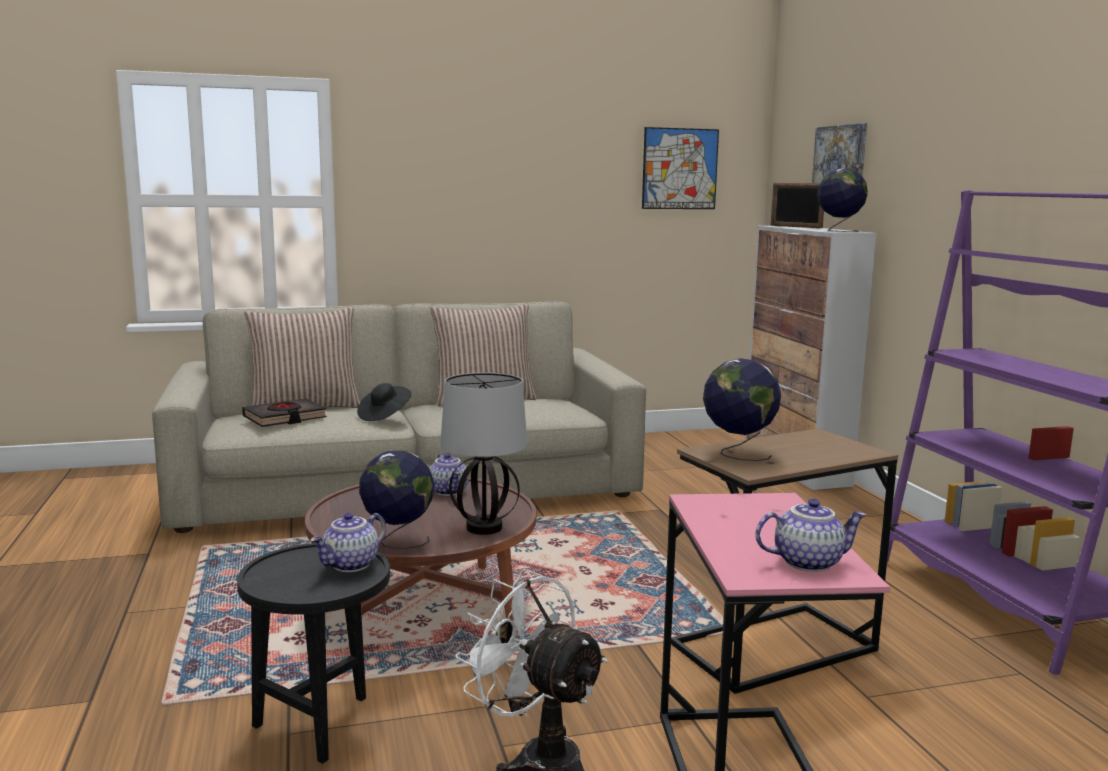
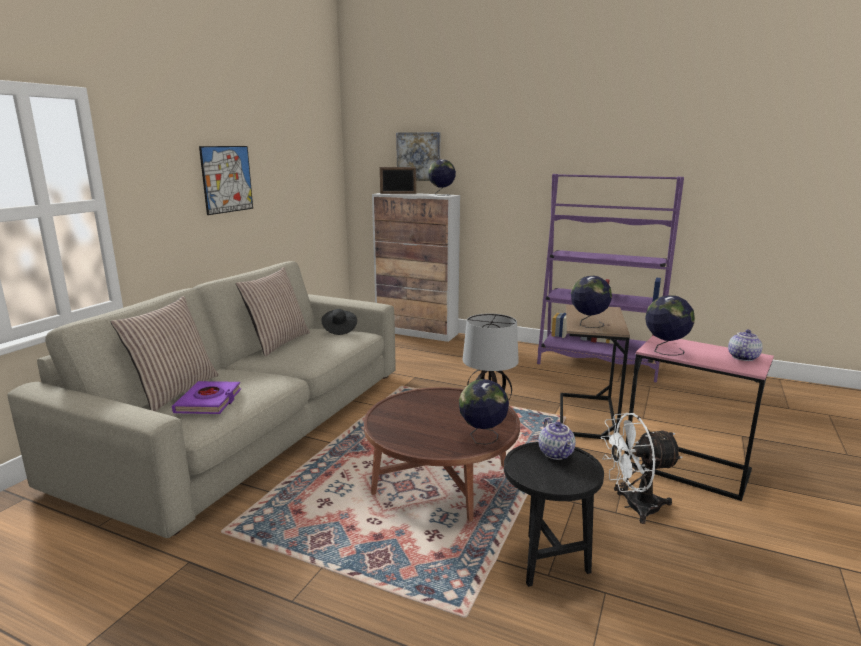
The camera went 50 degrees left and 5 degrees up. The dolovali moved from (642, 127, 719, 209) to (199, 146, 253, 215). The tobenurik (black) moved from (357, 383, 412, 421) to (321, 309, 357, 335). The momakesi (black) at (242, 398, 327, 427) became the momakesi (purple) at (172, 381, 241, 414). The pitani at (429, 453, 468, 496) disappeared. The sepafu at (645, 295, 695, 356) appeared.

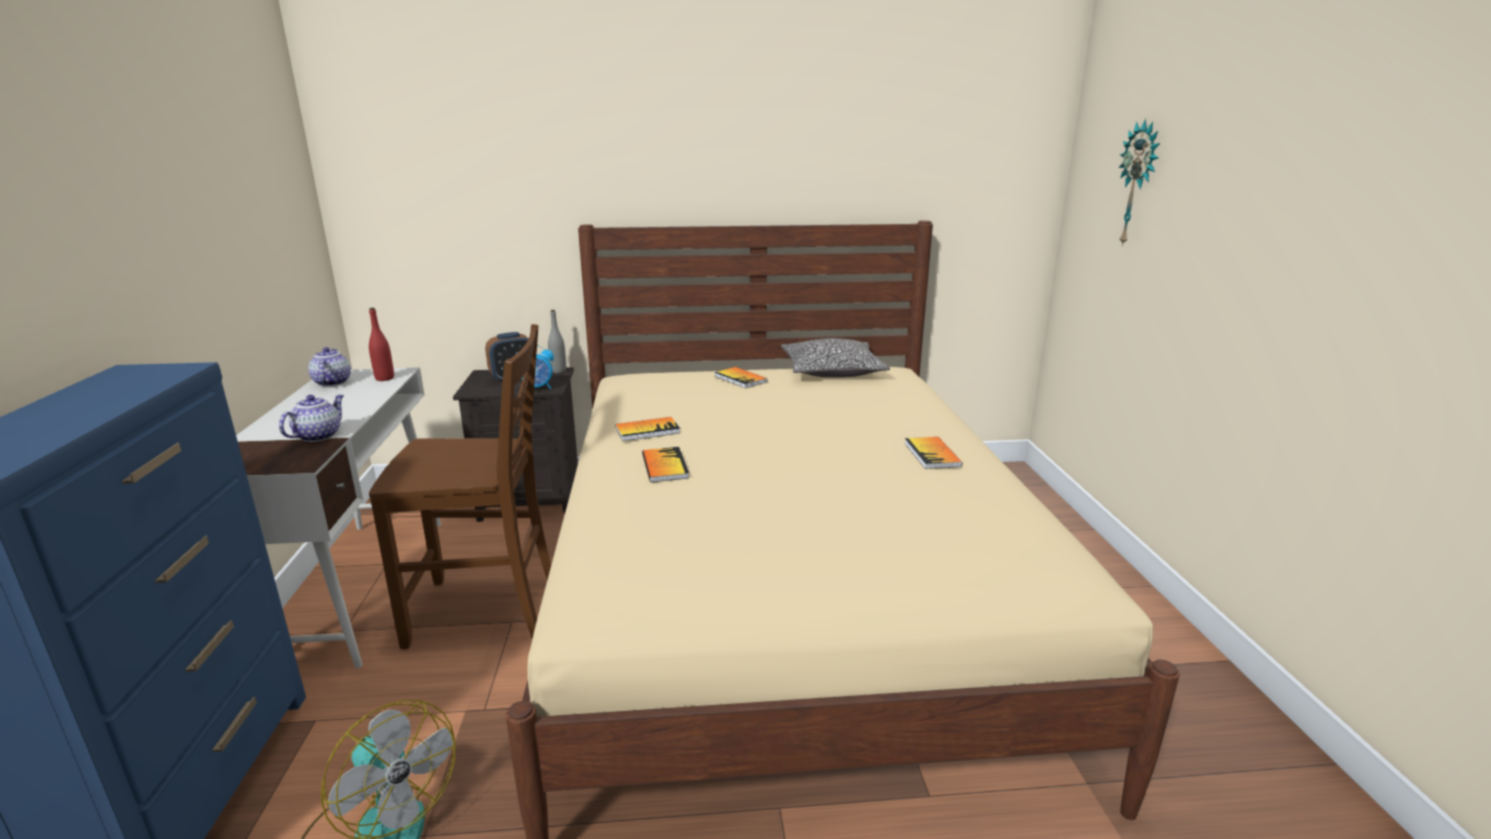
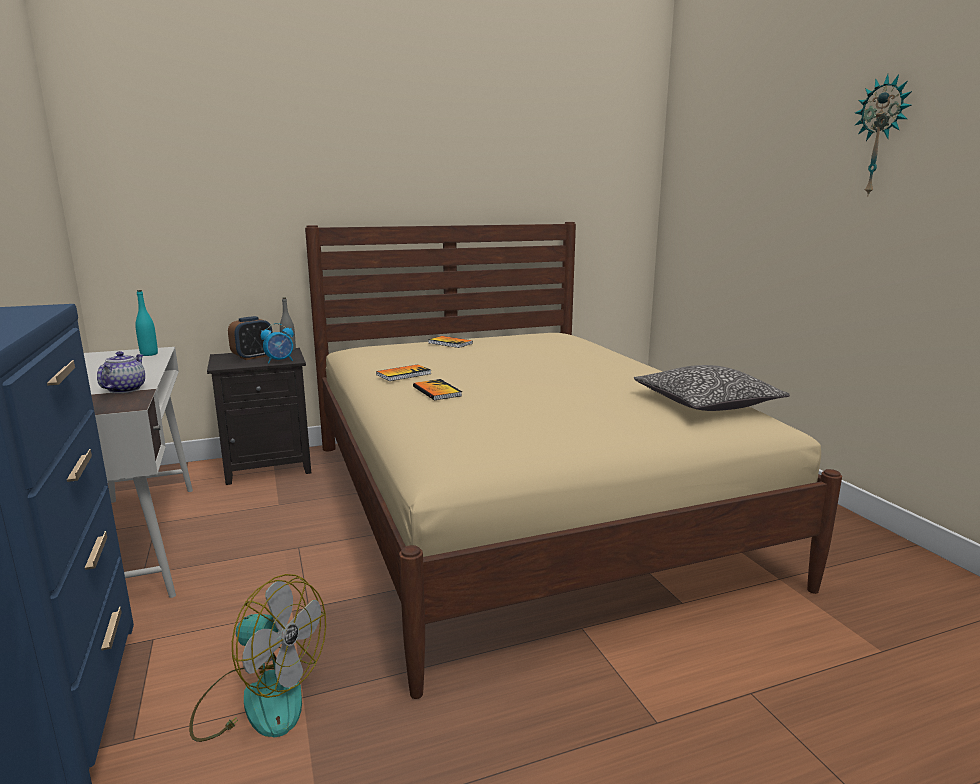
The camera went 15 degrees left and 5 degrees down. The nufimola moved from (1119, 119, 1160, 247) to (855, 74, 912, 197). The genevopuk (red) at (369, 308, 394, 381) became the genevopuk (turquoise) at (135, 290, 158, 356). The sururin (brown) at (369, 324, 551, 649) disappeared. The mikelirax moved from (781, 338, 890, 378) to (634, 365, 790, 411). The pitani at (308, 347, 351, 386) disappeared. The momakesi at (905, 437, 962, 469) disappeared.

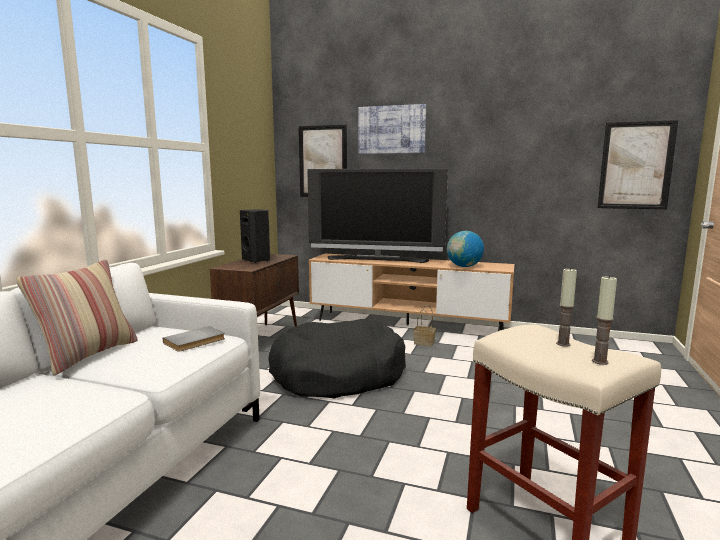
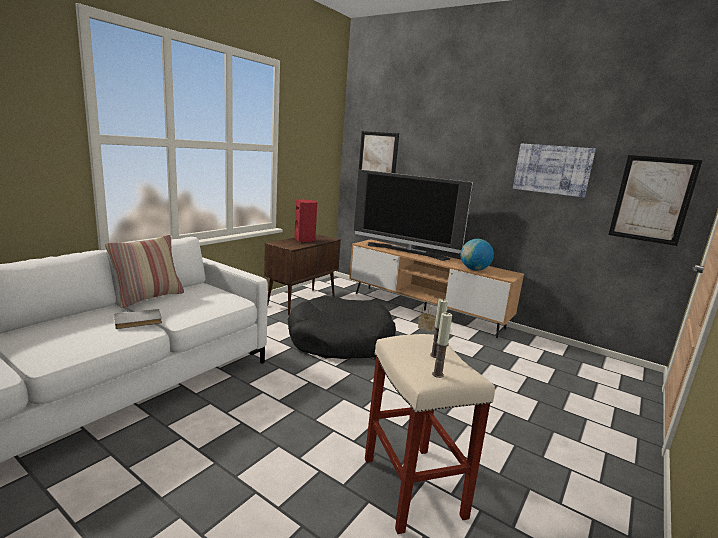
The camera went 15 degrees right and 5 degrees up. The dolovali moved from (358, 104, 426, 154) to (513, 144, 596, 197). The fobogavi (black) at (240, 209, 270, 263) became the fobogavi (red) at (294, 199, 317, 243). The momakesi (grey) moved from (163, 326, 225, 352) to (114, 309, 162, 329).

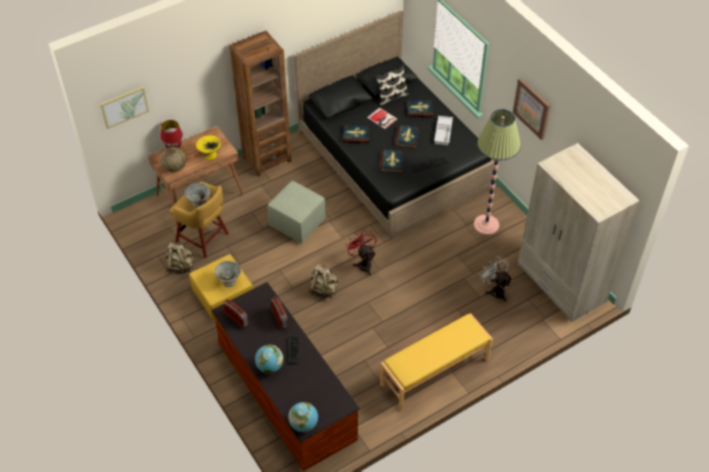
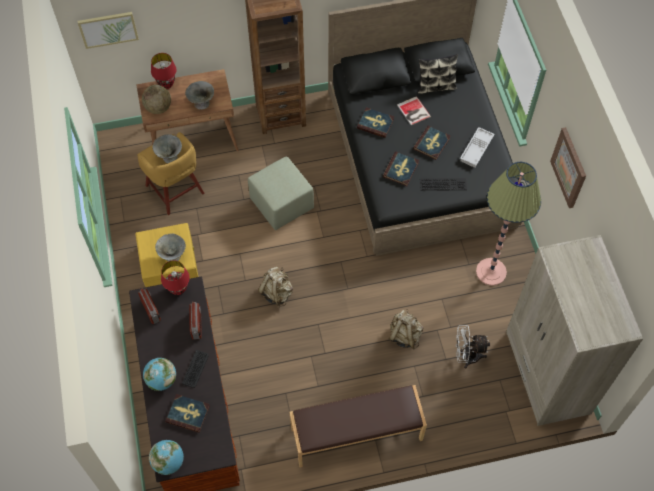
The camera went 20 degrees right and 10 degrees up. The momakesi moved from (407, 100, 434, 117) to (165, 394, 210, 433). The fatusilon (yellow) at (196, 135, 221, 160) became the fatusilon (grey) at (185, 81, 214, 110). The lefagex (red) at (346, 231, 376, 276) disappeared. The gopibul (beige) moved from (166, 242, 193, 274) to (389, 309, 423, 349). The lefagex (white) at (481, 256, 513, 302) turned 75 degrees counterclockwise. The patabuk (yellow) at (380, 313, 493, 411) became the patabuk (brown) at (290, 385, 427, 468). The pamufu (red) at (161, 260, 190, 295) appeared.

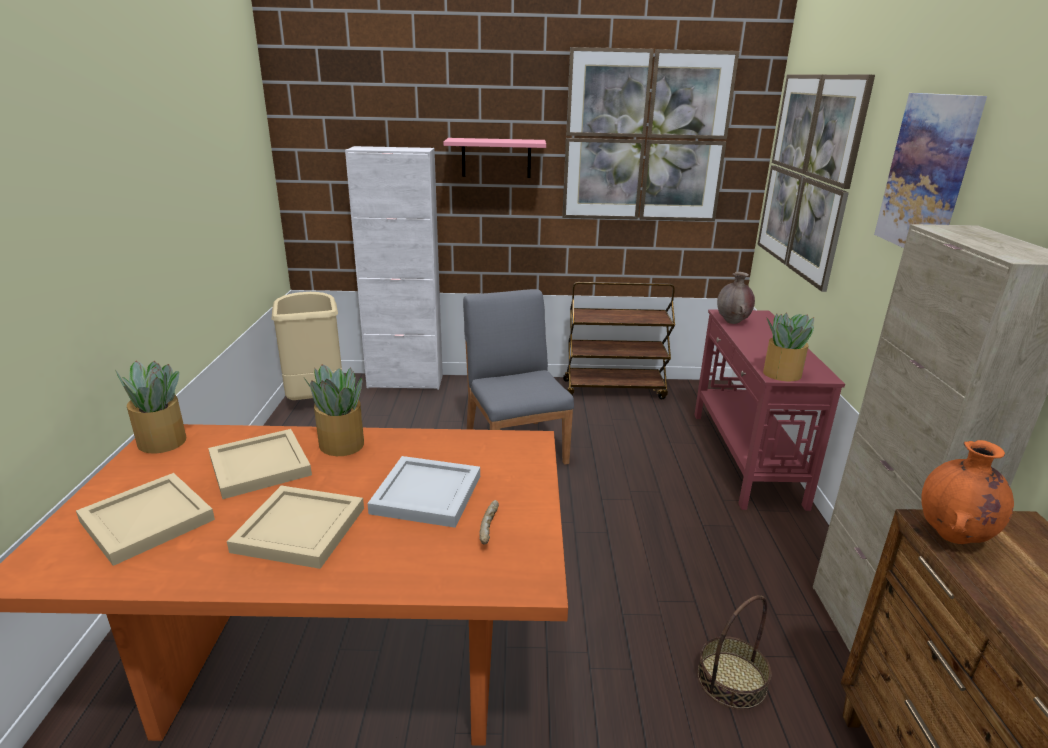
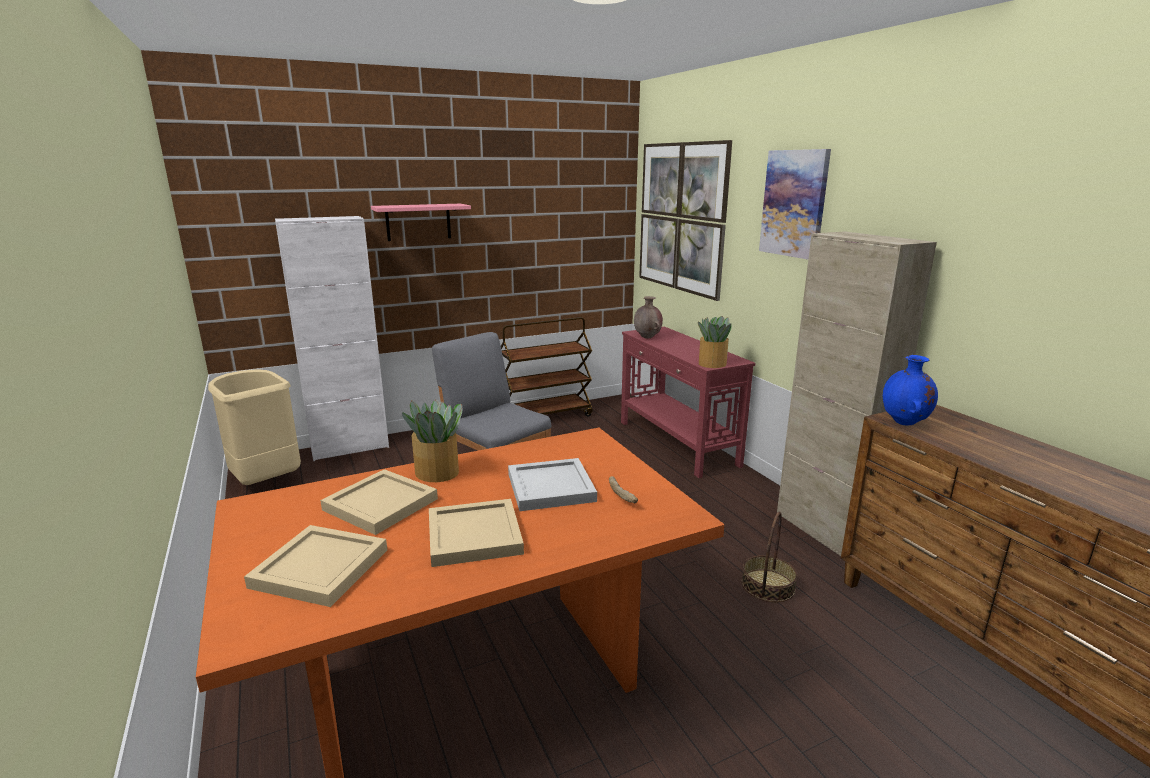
The camera went 25 degrees left and 5 degrees down. The dolovali at (562, 47, 739, 221) disappeared. The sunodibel at (115, 361, 186, 453) disappeared. The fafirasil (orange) at (921, 440, 1014, 544) became the fafirasil (blue) at (883, 355, 938, 425).

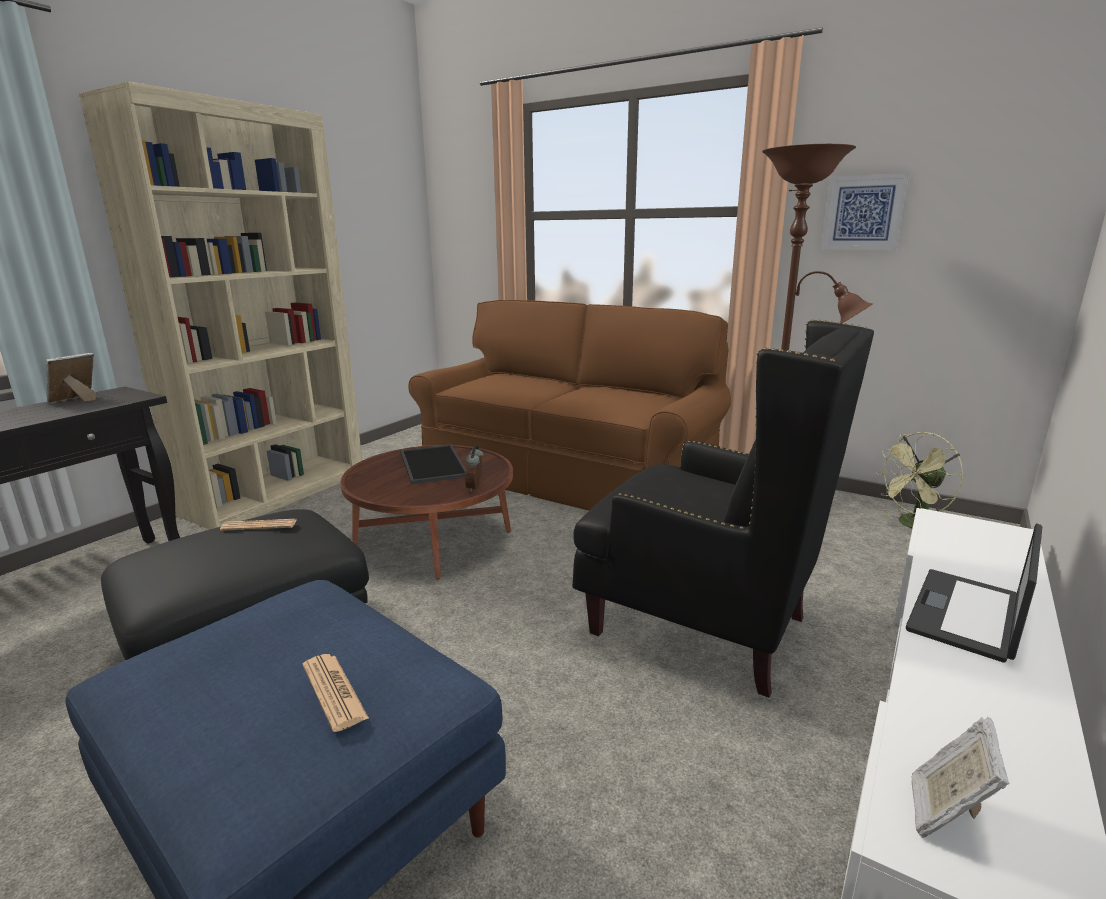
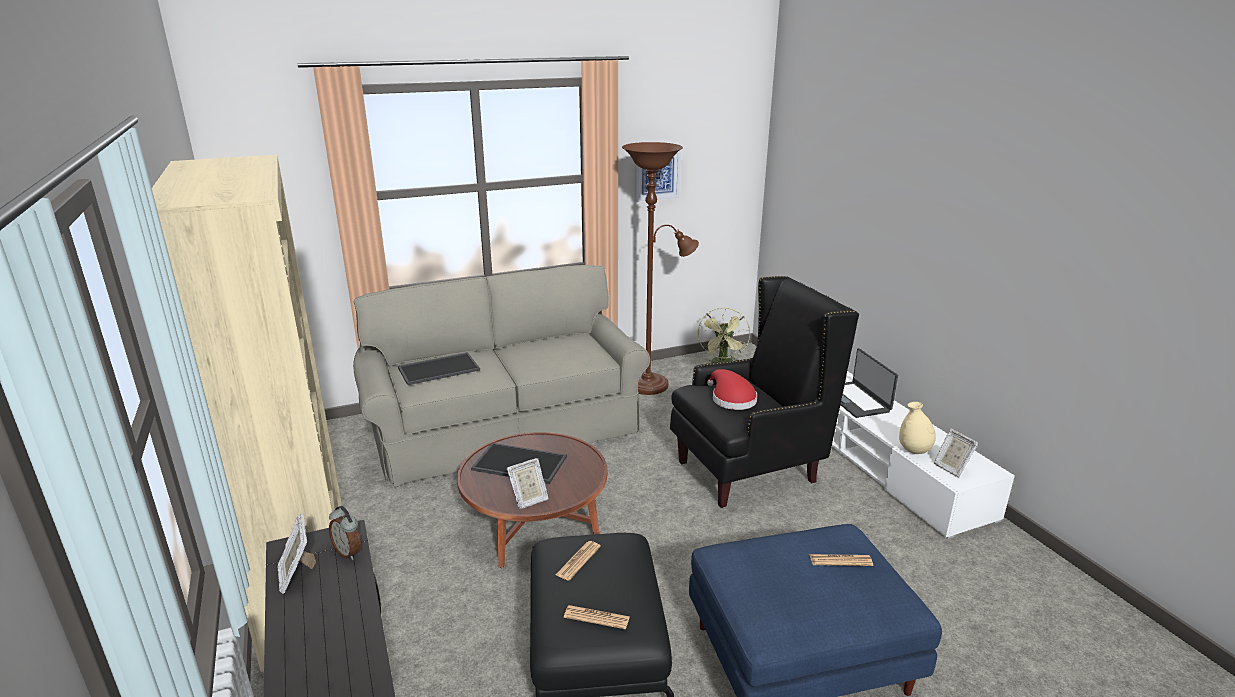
The camera went 55 degrees left and 5 degrees up. The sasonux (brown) at (408, 300, 731, 510) became the sasonux (grey) at (353, 265, 650, 487). The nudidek moved from (465, 445, 484, 492) to (329, 506, 361, 560). The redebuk at (398, 352, 480, 385) appeared. The tobenurik (red) at (707, 369, 757, 410) appeared. The fafirasil (beige) at (899, 402, 936, 454) appeared. The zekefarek at (507, 458, 549, 509) appeared. The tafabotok at (564, 605, 630, 629) appeared.

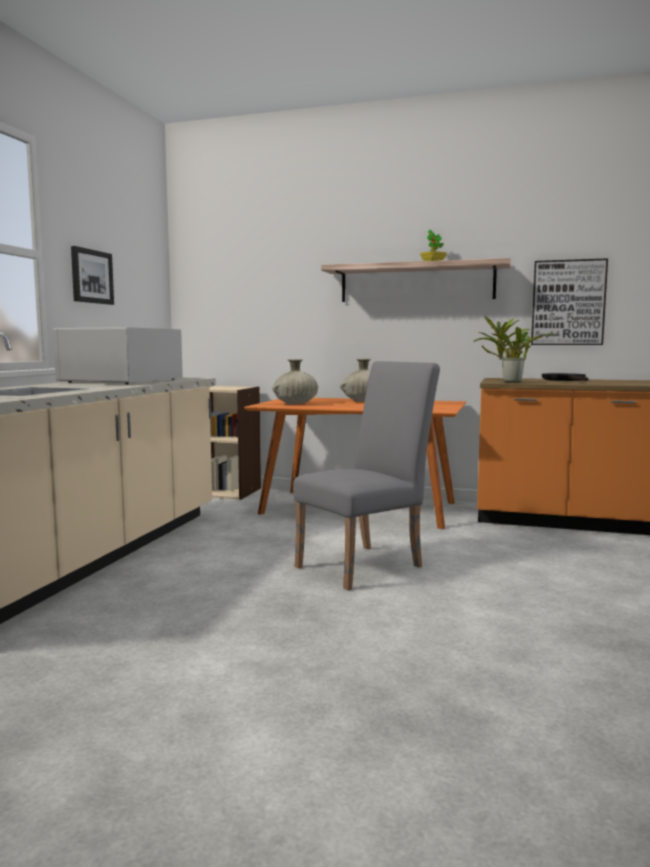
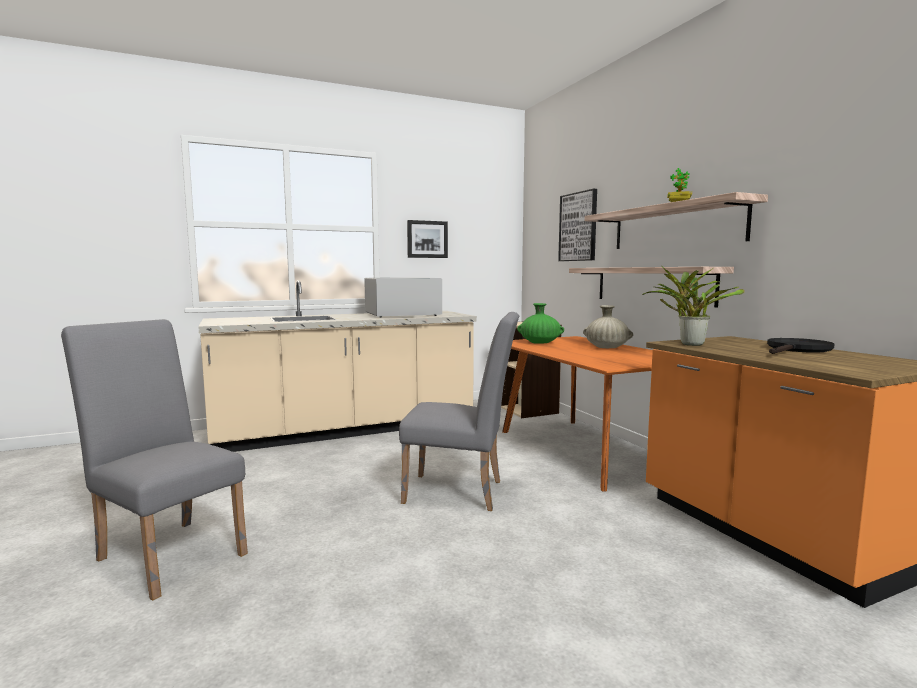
The camera went 50 degrees right and 0 degrees up. The dolovali moved from (531, 258, 608, 345) to (558, 189, 597, 261). The fafirasil (beige) at (272, 359, 318, 404) became the fafirasil (green) at (517, 303, 564, 344). The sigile at (569, 267, 734, 307) appeared. The sururin (grey) at (61, 319, 248, 601) appeared.

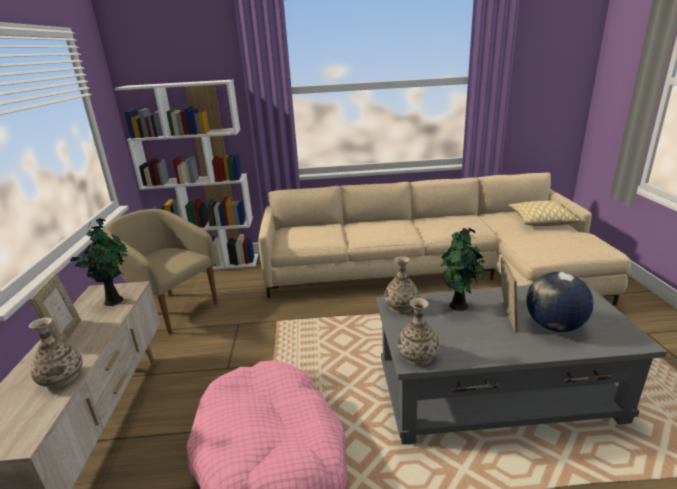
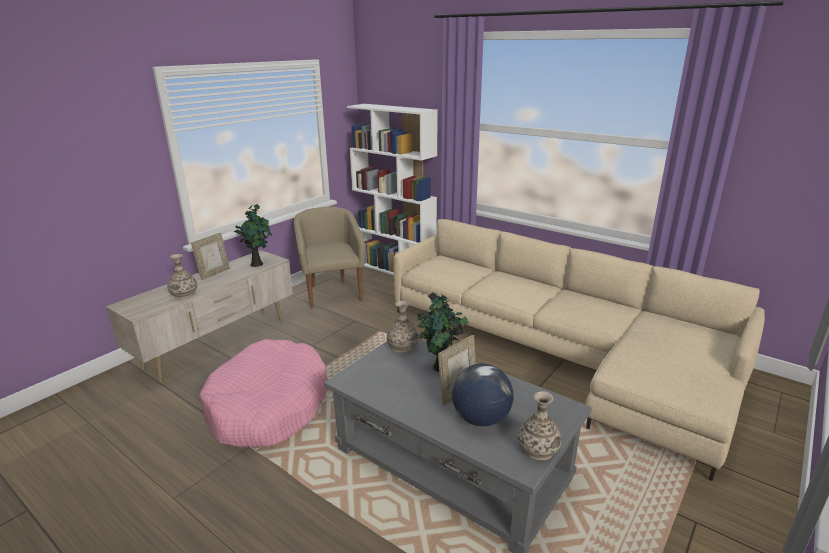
The camera went 40 degrees right and 0 degrees up. The mikelirax at (509, 201, 580, 226) disappeared. The fafirasil moved from (397, 298, 439, 365) to (517, 391, 562, 460).

